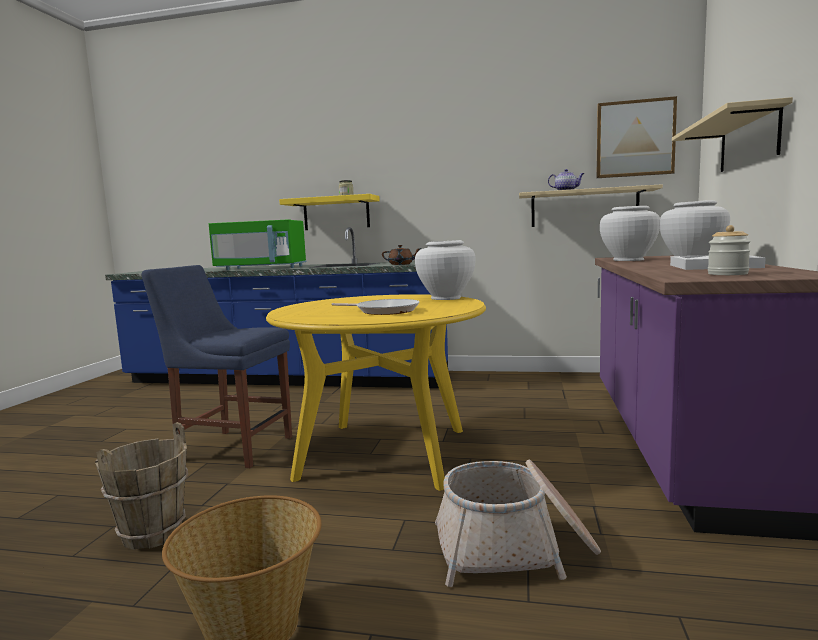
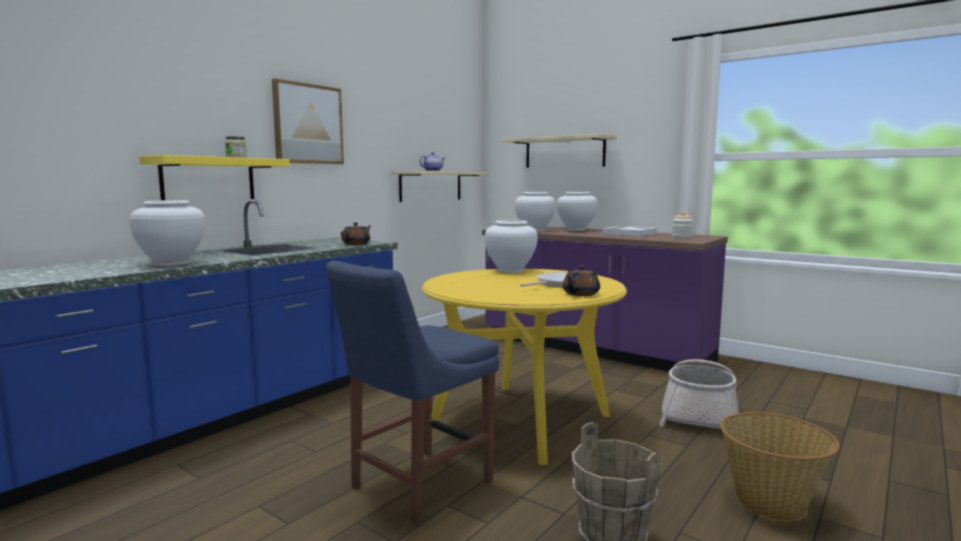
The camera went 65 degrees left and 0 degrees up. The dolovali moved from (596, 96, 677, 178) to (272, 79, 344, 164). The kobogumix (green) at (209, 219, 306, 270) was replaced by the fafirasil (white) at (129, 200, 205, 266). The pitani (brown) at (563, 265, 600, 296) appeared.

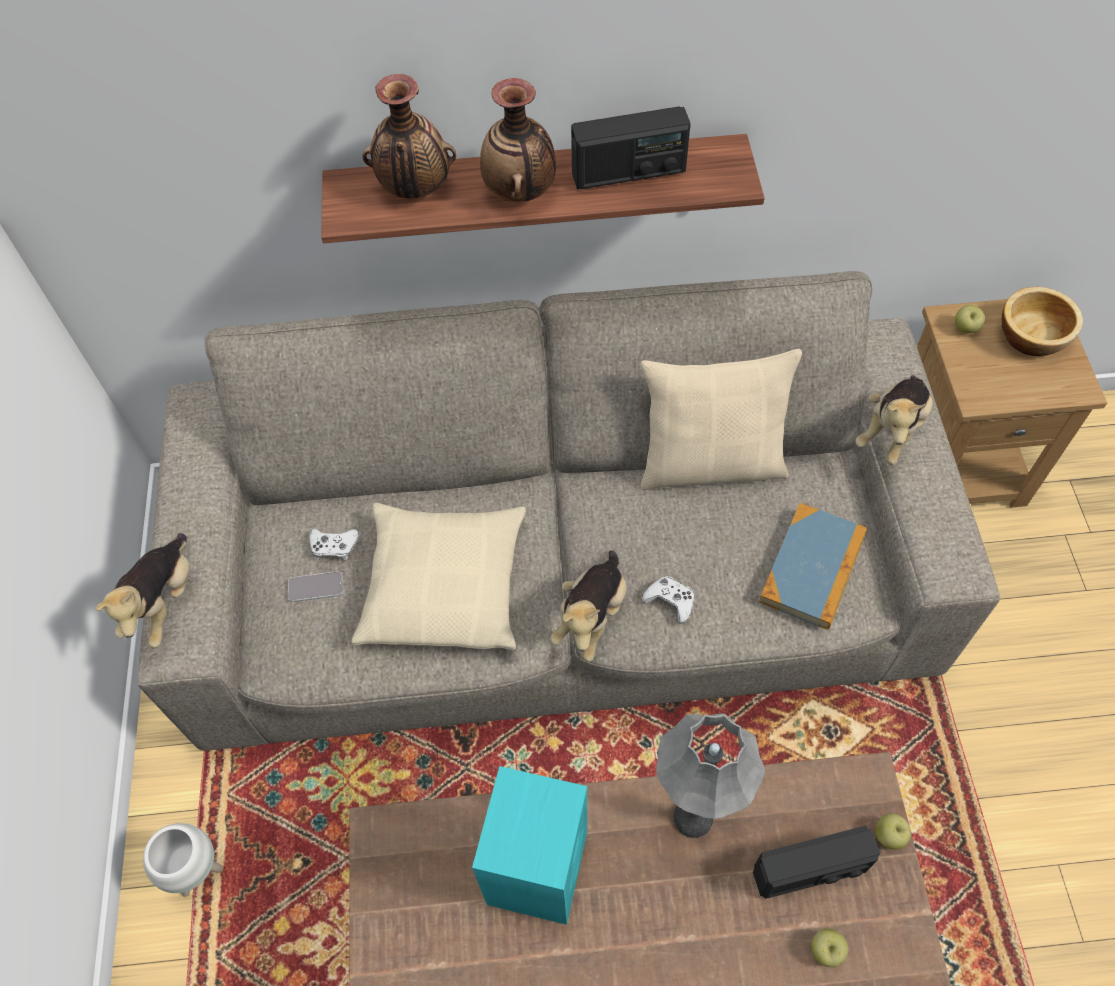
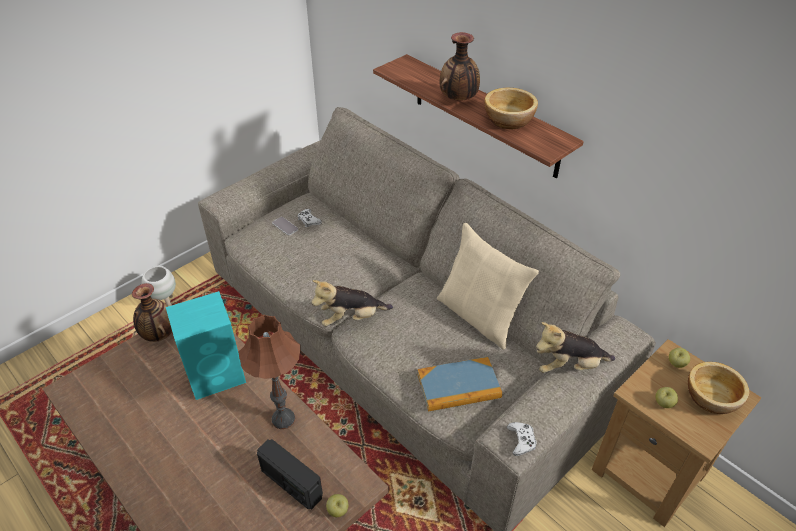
The camera went 50 degrees right and 15 degrees down. The fafirasil moved from (363, 74, 456, 198) to (132, 283, 172, 342). The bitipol at (571, 106, 691, 189) was replaced by the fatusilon at (484, 88, 538, 129). The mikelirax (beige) at (351, 503, 526, 650) disappeared. The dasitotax at (96, 533, 190, 648) disappeared. The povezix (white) moved from (642, 576, 694, 624) to (507, 422, 537, 456). The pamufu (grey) at (656, 713, 766, 838) became the pamufu (brown) at (239, 315, 301, 429). The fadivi moved from (811, 928, 848, 967) to (656, 387, 678, 408).

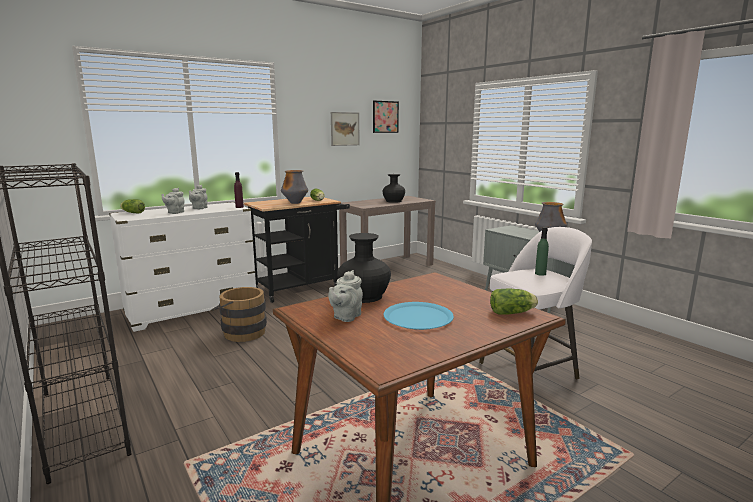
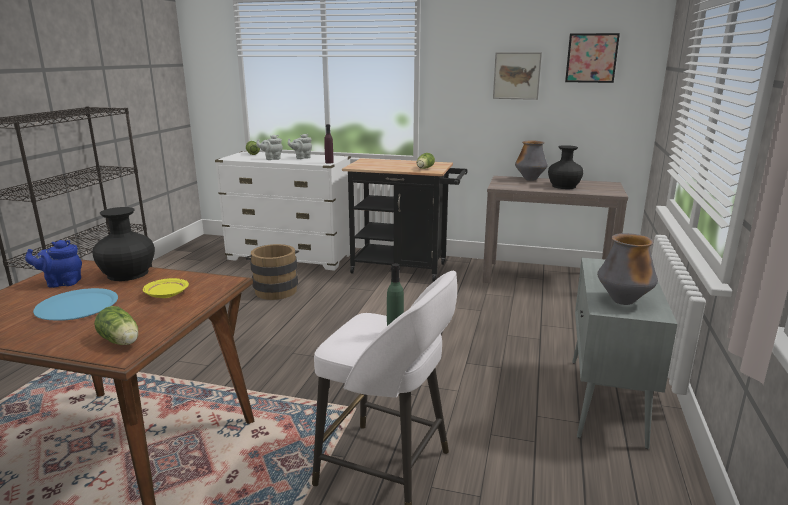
The camera went 50 degrees right and 5 degrees up. The fafirasil moved from (281, 170, 308, 204) to (515, 141, 548, 181). The pitani (grey) at (328, 270, 363, 322) became the pitani (blue) at (25, 240, 82, 288). The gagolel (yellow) at (143, 278, 189, 298) appeared.

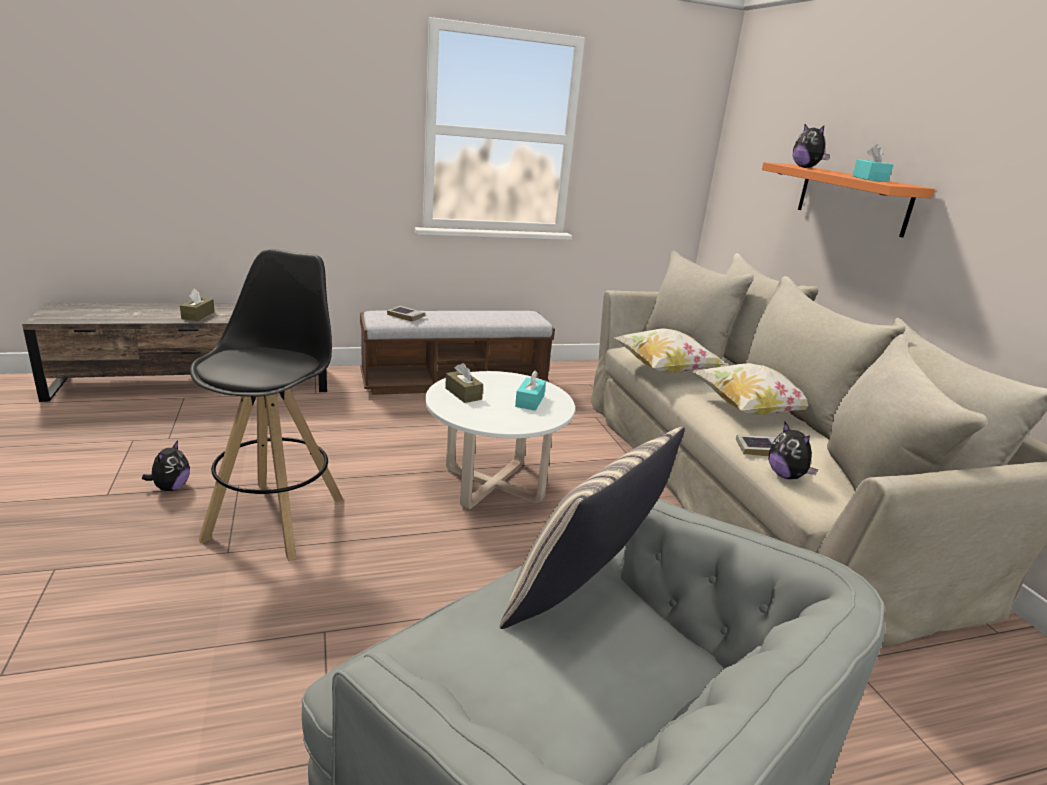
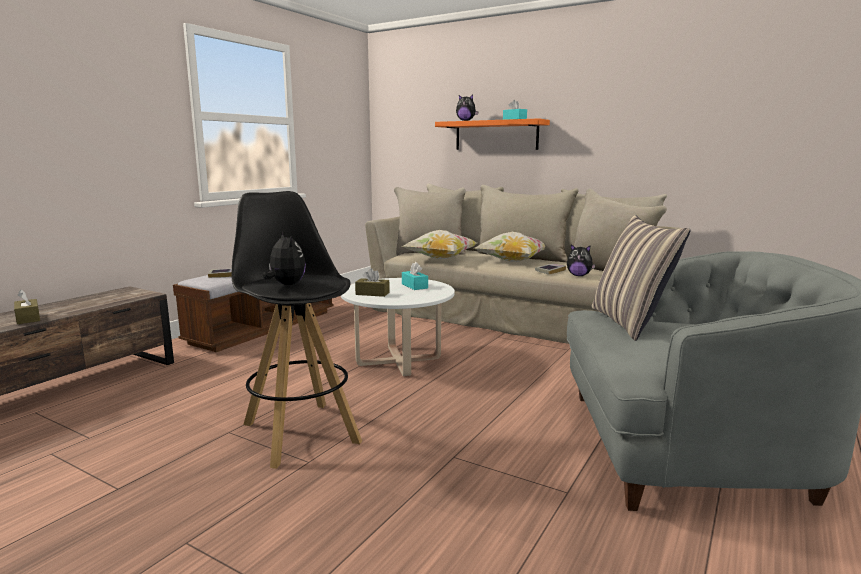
The camera went 40 degrees left and 10 degrees down. The dasitotax moved from (142, 440, 190, 491) to (263, 231, 306, 285).

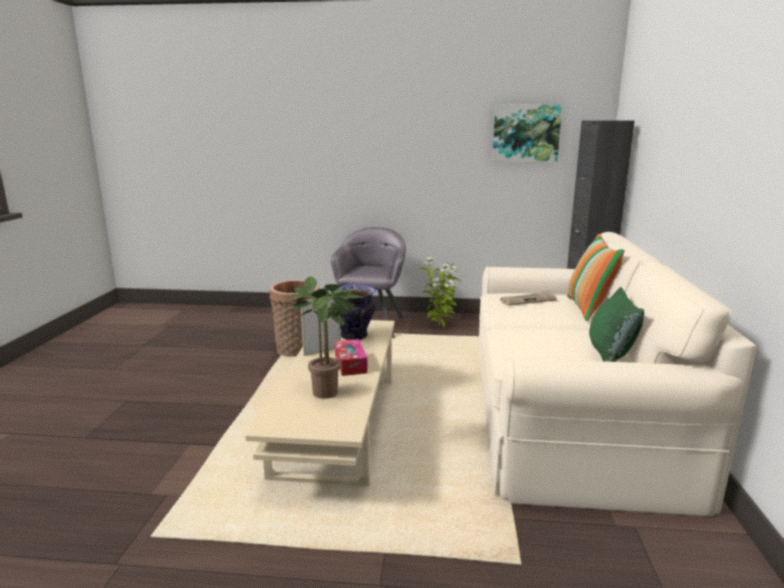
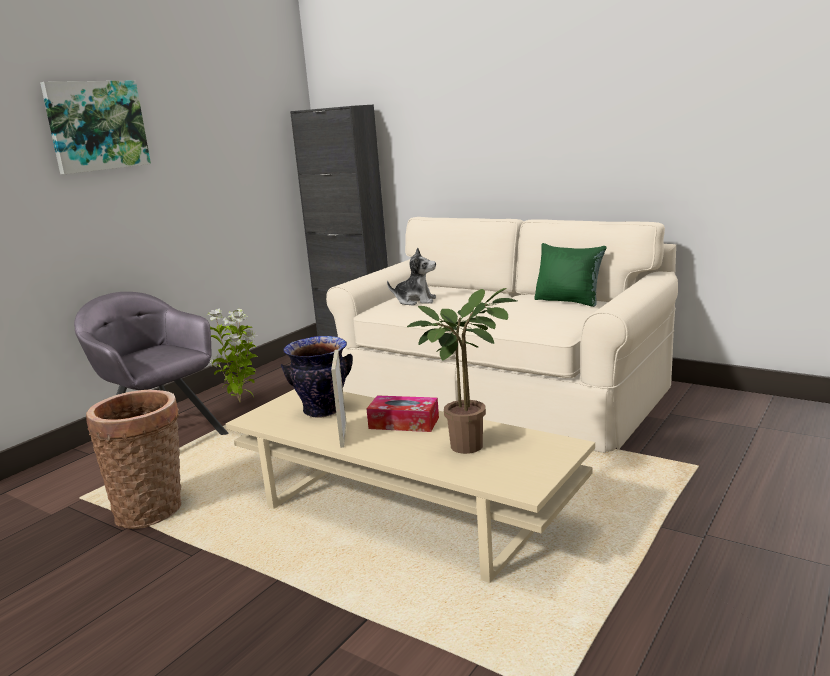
The camera went 60 degrees left and 0 degrees up. The dolovali moved from (492, 104, 562, 162) to (40, 81, 151, 174). The mikelirax at (567, 234, 624, 321) disappeared. The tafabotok at (500, 291, 557, 306) was replaced by the dasitotax at (387, 248, 436, 305).

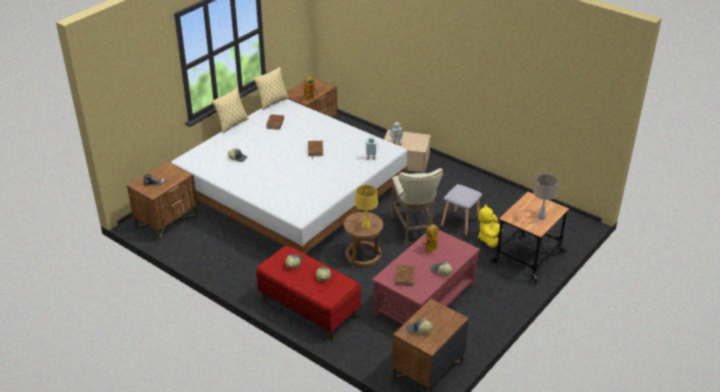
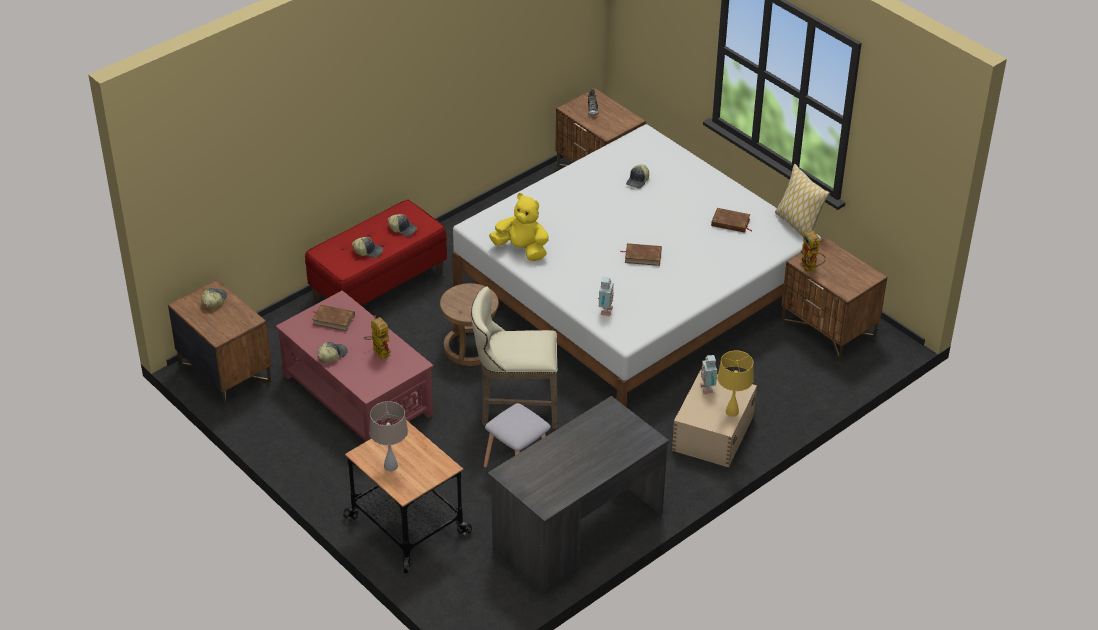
The camera went 100 degrees right and 5 degrees up. The mikelirax at (211, 87, 248, 133) disappeared. The pamufu (yellow) moved from (355, 185, 378, 230) to (717, 351, 754, 417). The dasitotax (yellow) moved from (478, 204, 503, 248) to (489, 193, 549, 261). The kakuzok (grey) at (488, 396, 669, 595) appeared.

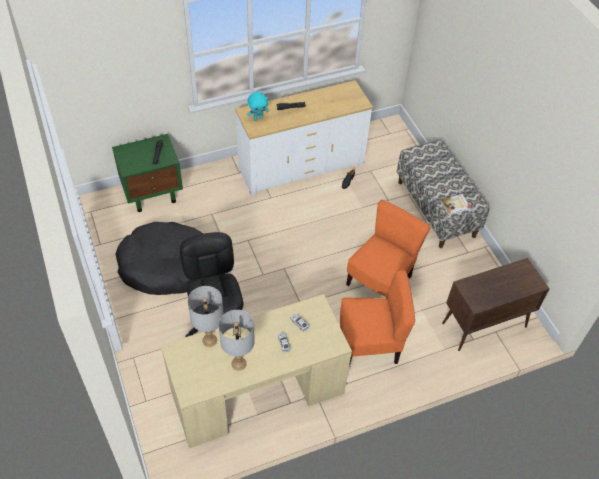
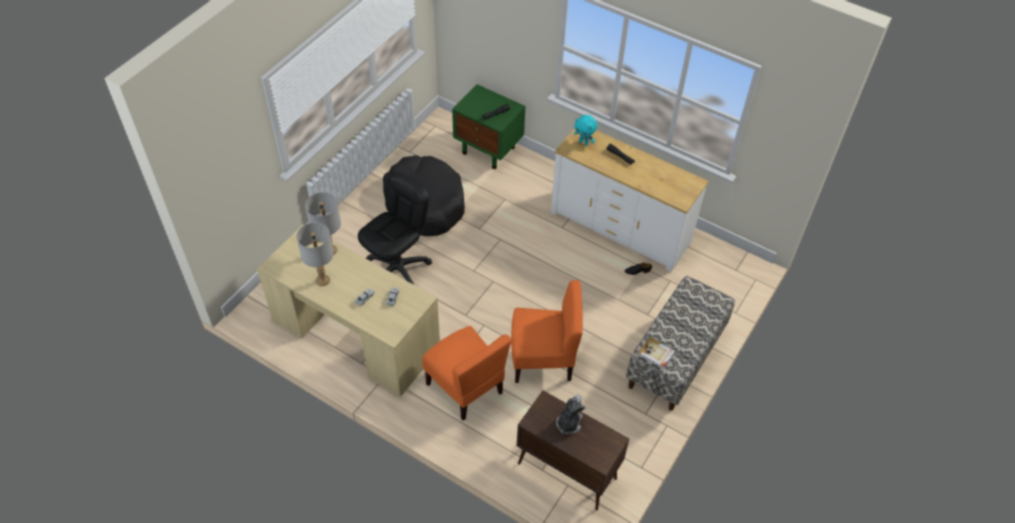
The camera went 55 degrees right and 0 degrees up. The dasitotax at (556, 395, 586, 434) appeared.

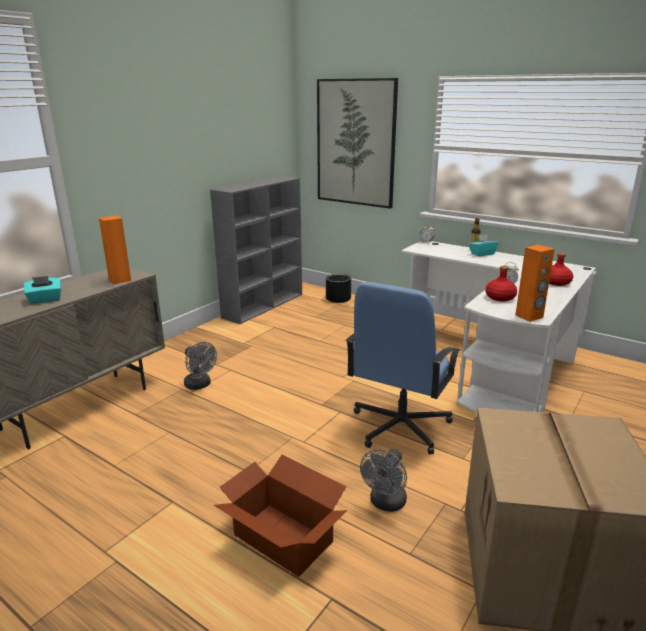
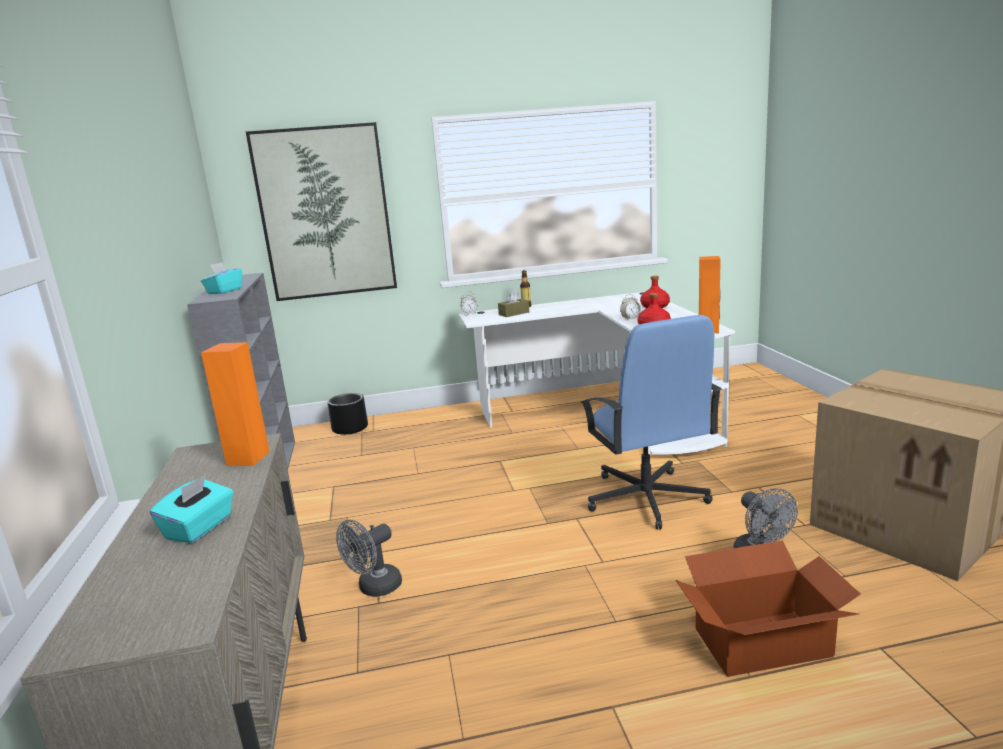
The camera went 45 degrees left and 5 degrees down. The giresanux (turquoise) moved from (469, 234, 498, 256) to (201, 262, 242, 294). The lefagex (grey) at (184, 342, 217, 390) turned 135 degrees clockwise. The giresanux (brown) at (498, 291, 529, 317) appeared.

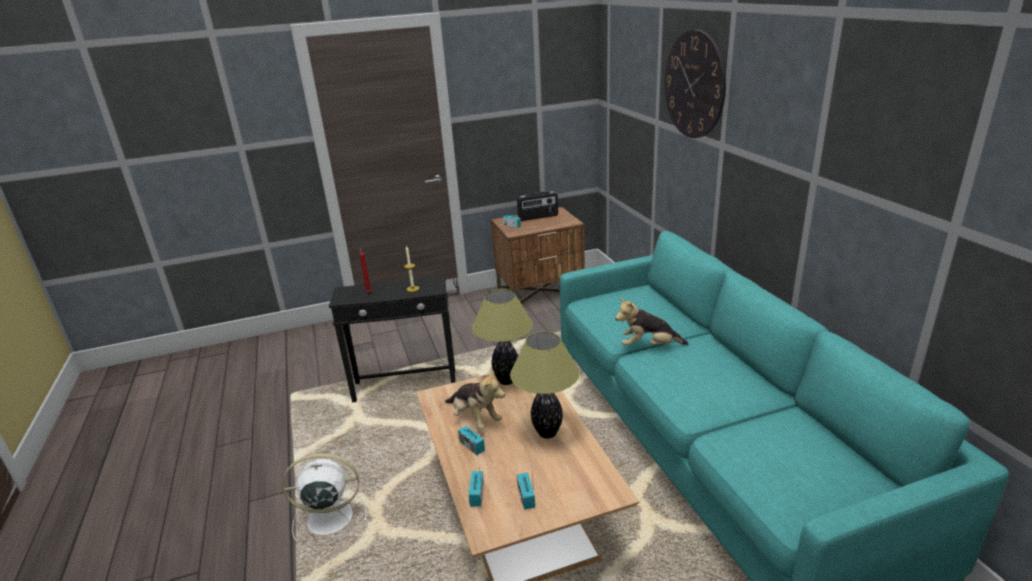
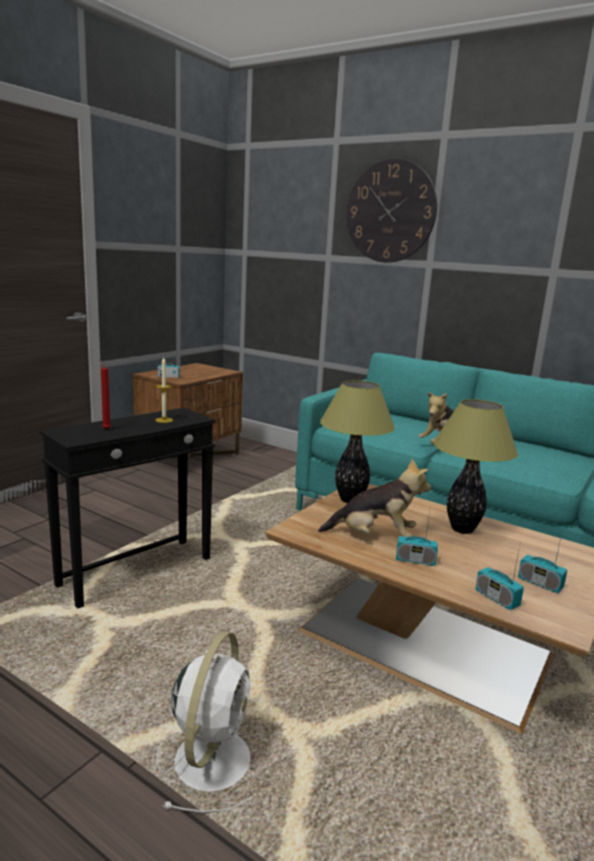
The camera went 40 degrees left and 10 degrees down. The bitipol at (517, 191, 558, 221) disappeared. The lefagex (white) at (282, 453, 367, 544) turned 150 degrees clockwise.

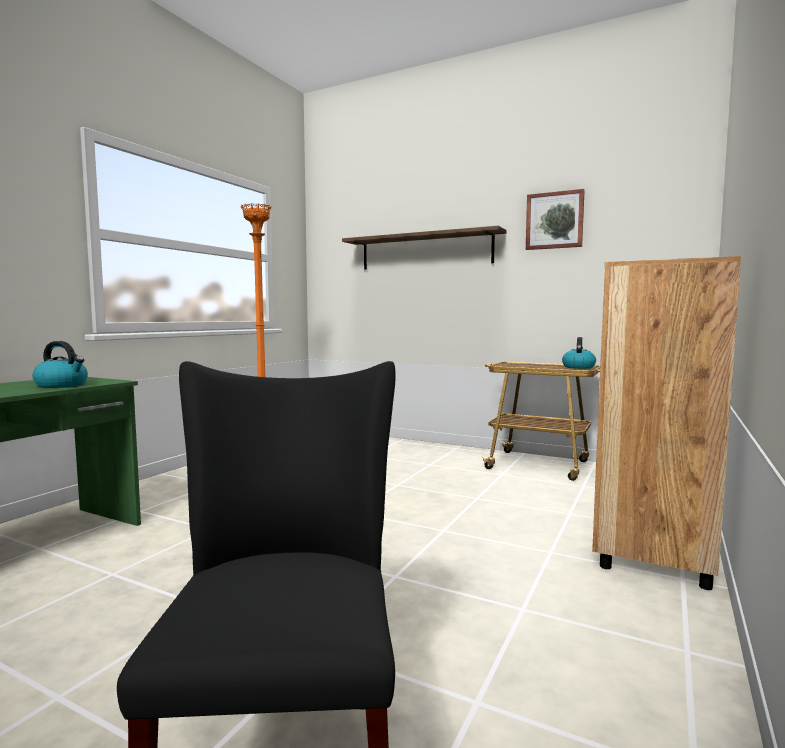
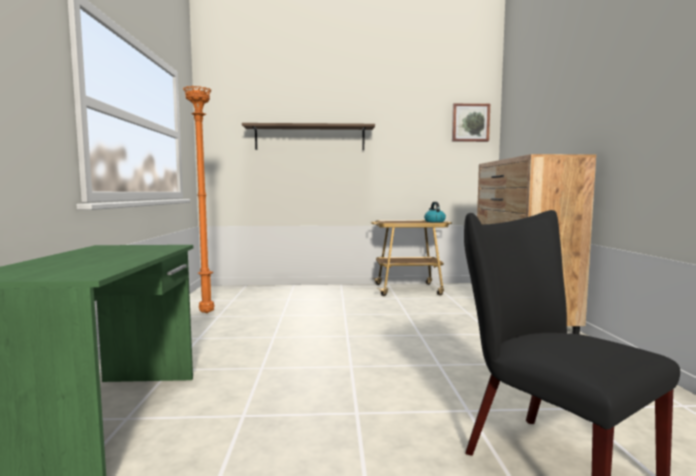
The camera went 30 degrees left and 0 degrees up. The dolovali moved from (526, 189, 585, 250) to (452, 103, 490, 142). The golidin at (32, 341, 88, 388) disappeared.

